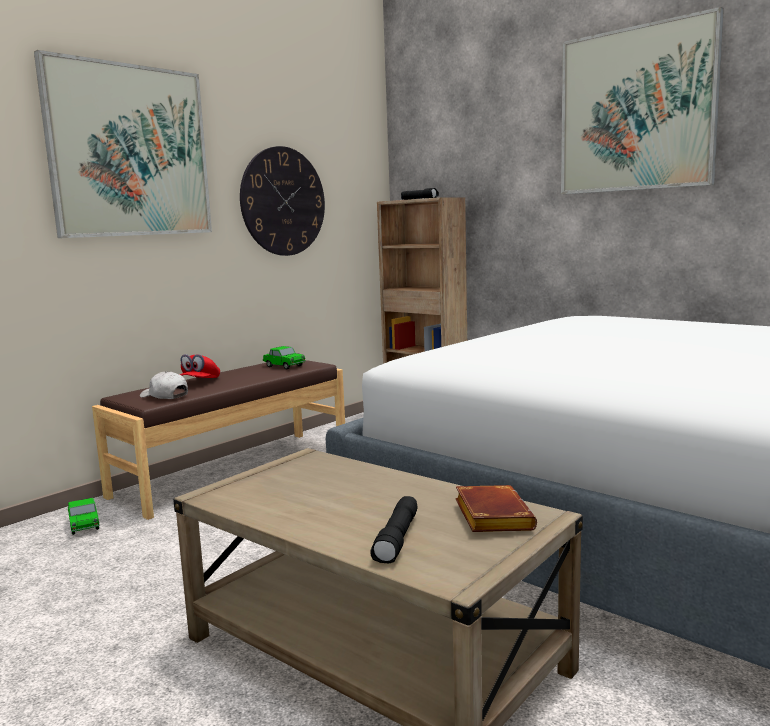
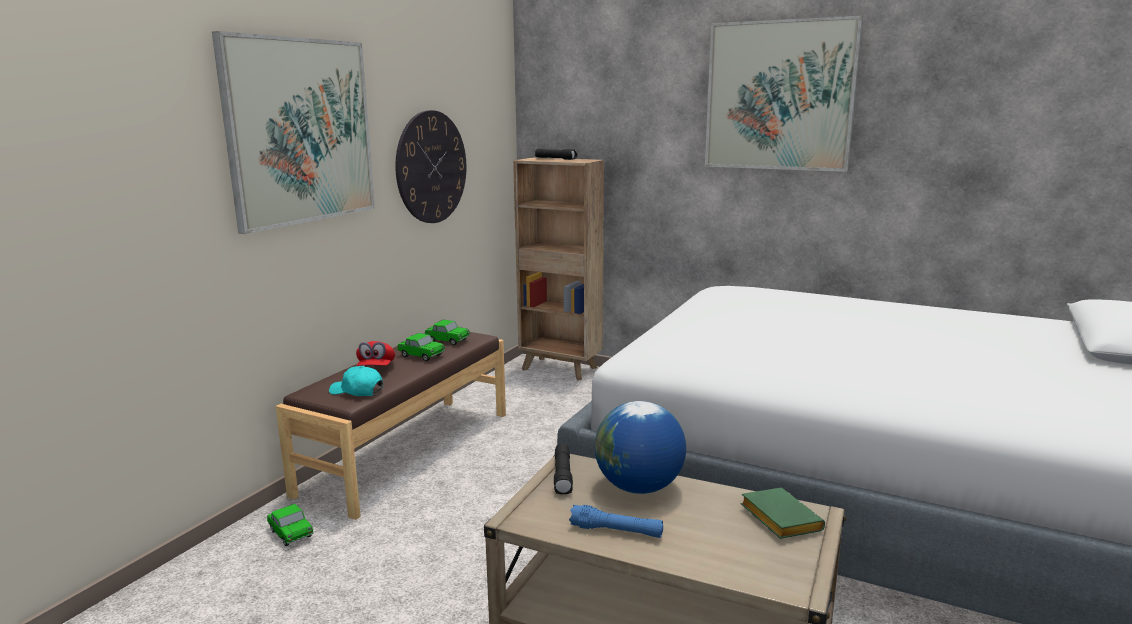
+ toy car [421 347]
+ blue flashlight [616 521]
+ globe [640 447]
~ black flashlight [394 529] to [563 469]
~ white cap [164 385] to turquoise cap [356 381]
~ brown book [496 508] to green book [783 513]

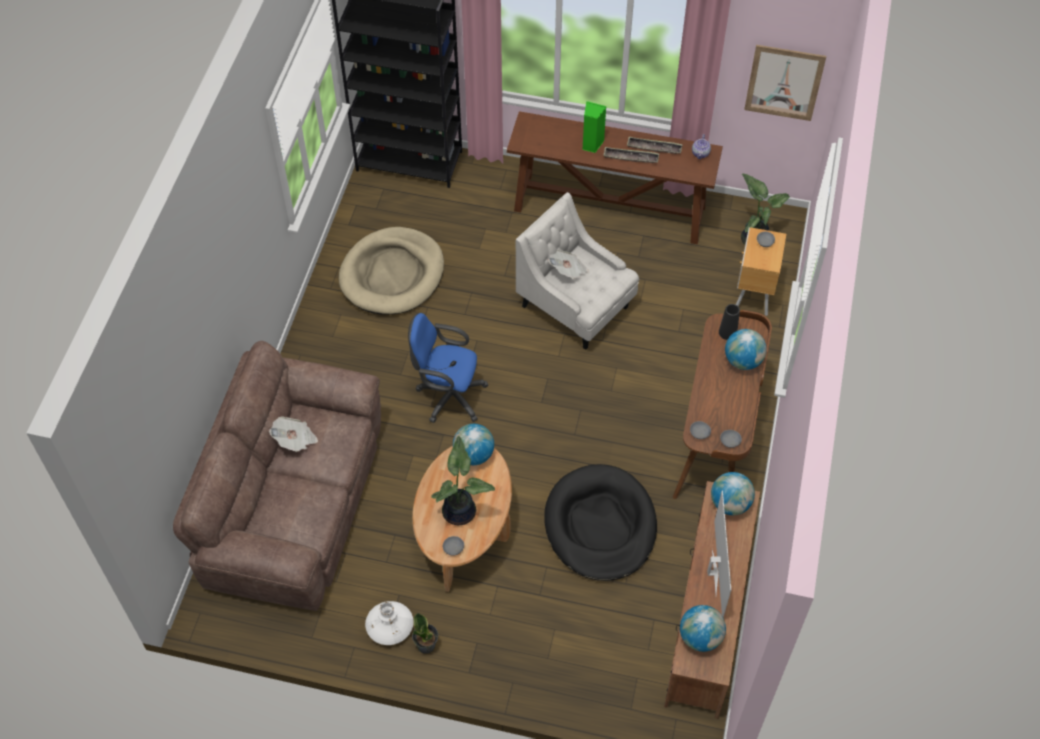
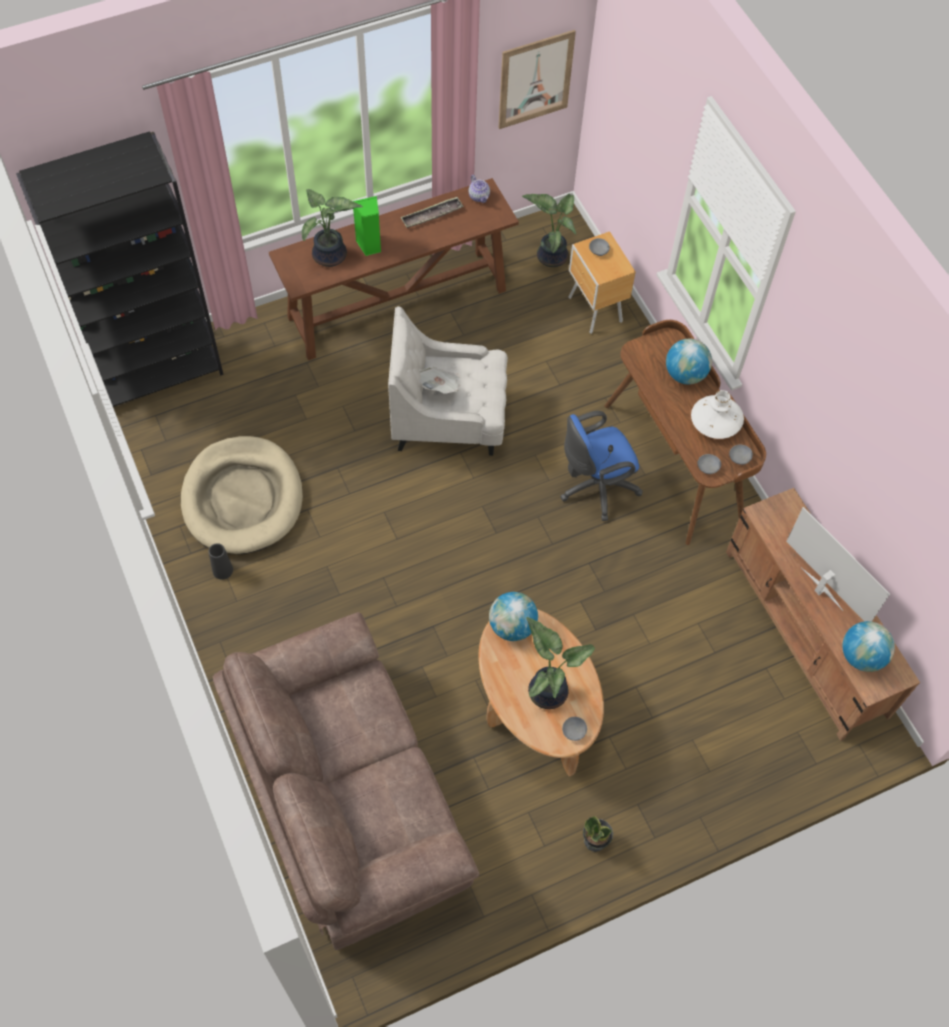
- newspaper [293 434]
- black dog bed [600 522]
- tray [631 155]
- globe [733 493]
+ potted plant [332 228]
~ white vase [389 623] to [717 414]
~ blue office chair [448 368] to [601 466]
~ black vase [729 322] to [221 561]

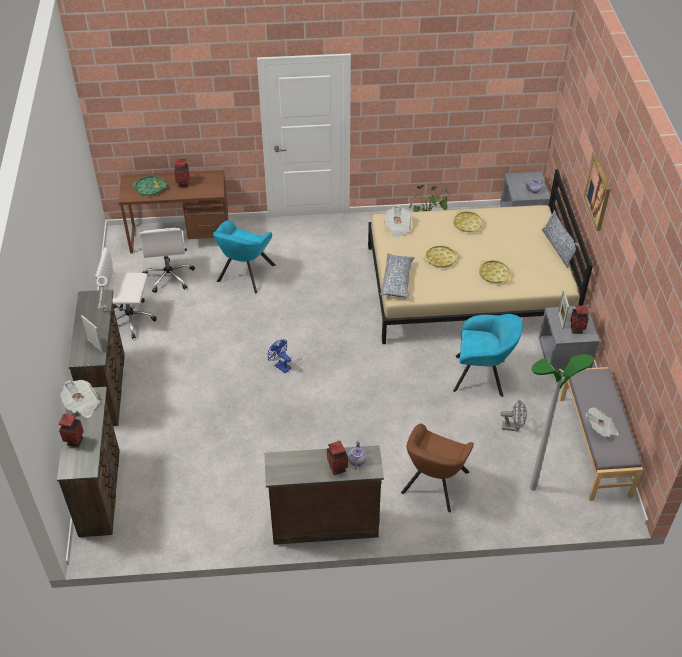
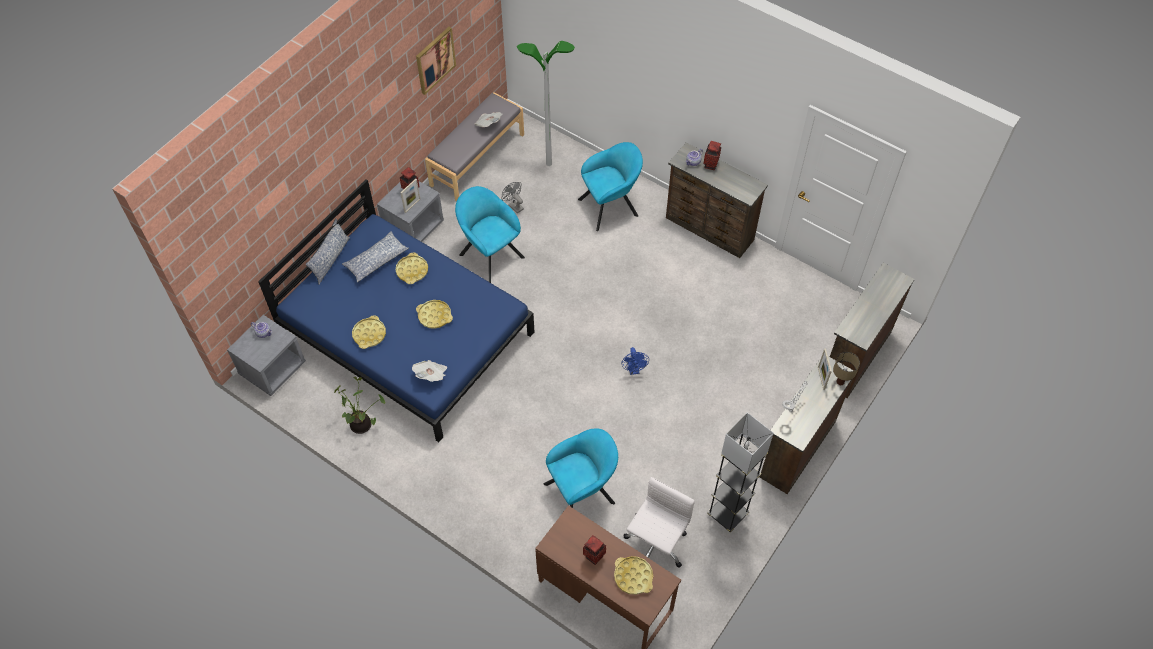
- vase [71 430]
- newspaper [80 399]
+ table lamp [846 368]
~ pillow [397 275] to [375 257]
~ picture [597 193] to [436 61]
~ white office chair [126 293] to black floor lamp [740 472]
~ green tray [149 186] to yellow tray [633 575]
~ beige bed [480 256] to blue bed [396 310]
~ brown armchair [437 468] to turquoise armchair [610 186]

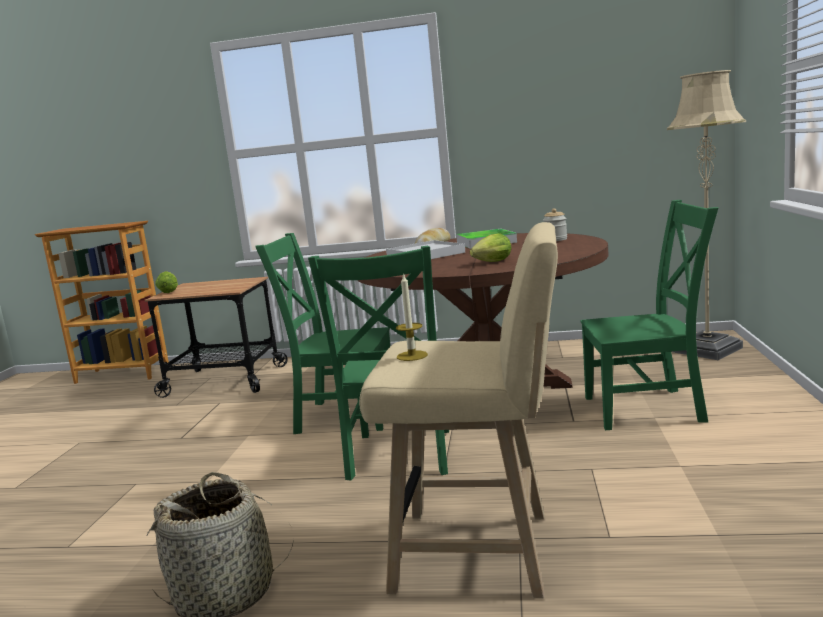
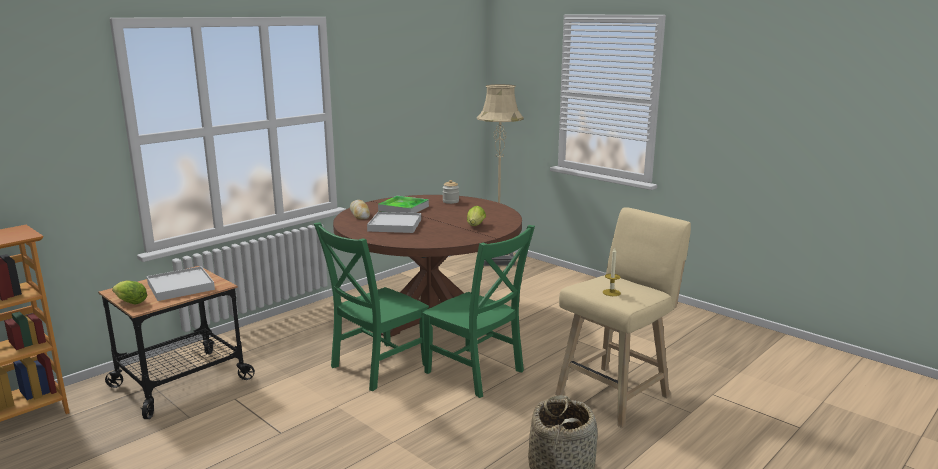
- green chair [649 315]
+ white tray [181 283]

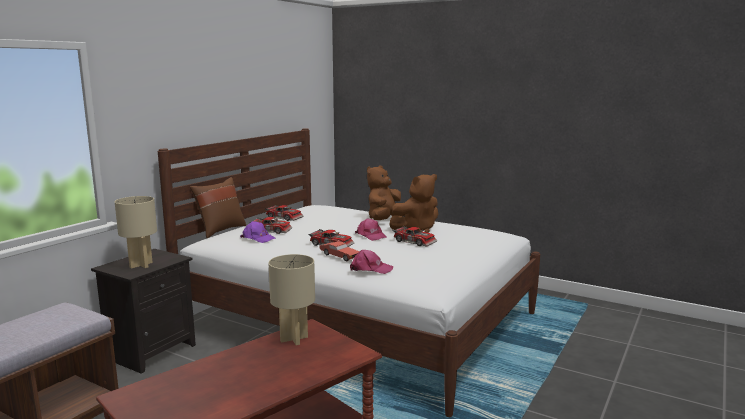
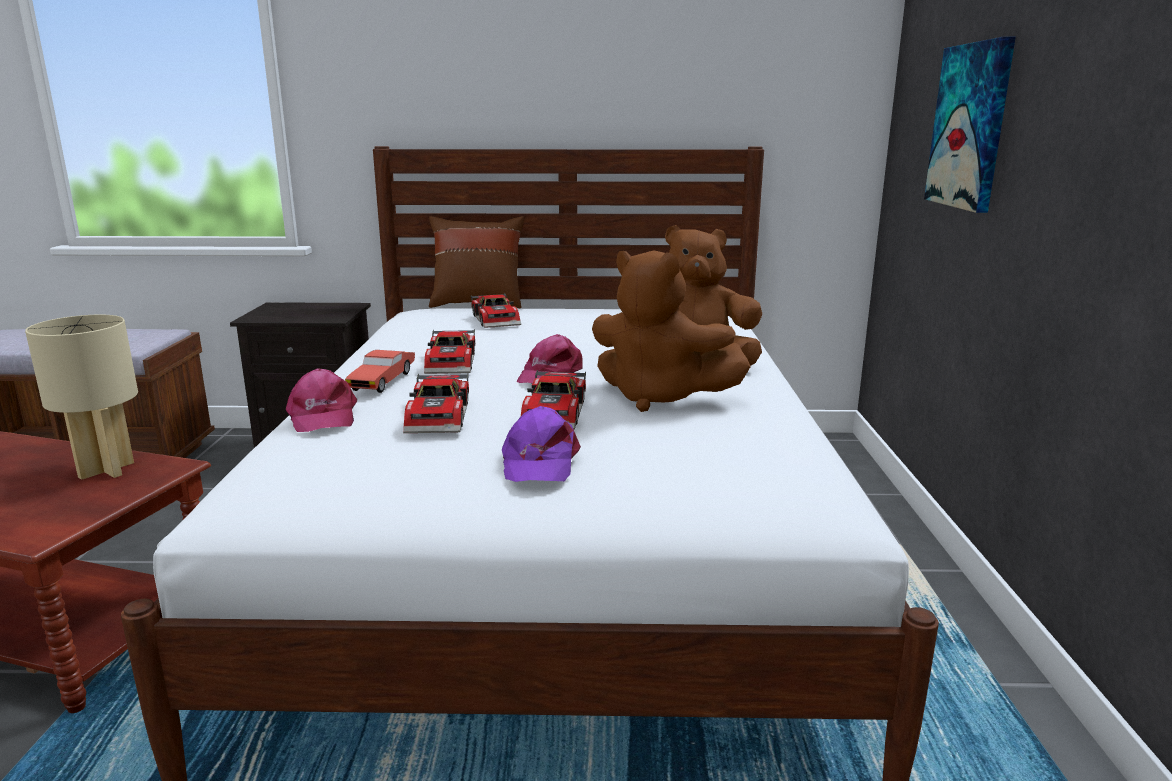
- beige table lamp [136 232]
+ picture [970 125]
~ purple cap [257 232] to [541 444]
~ toy car [284 213] to [436 403]

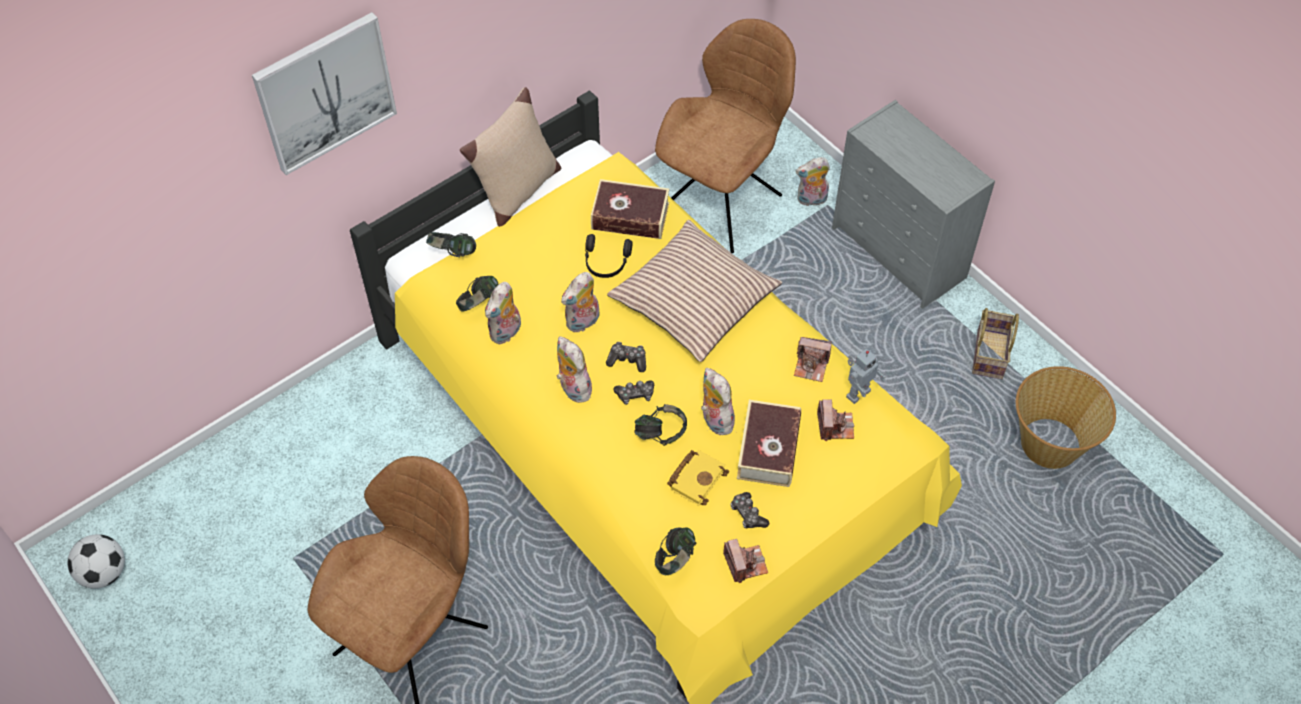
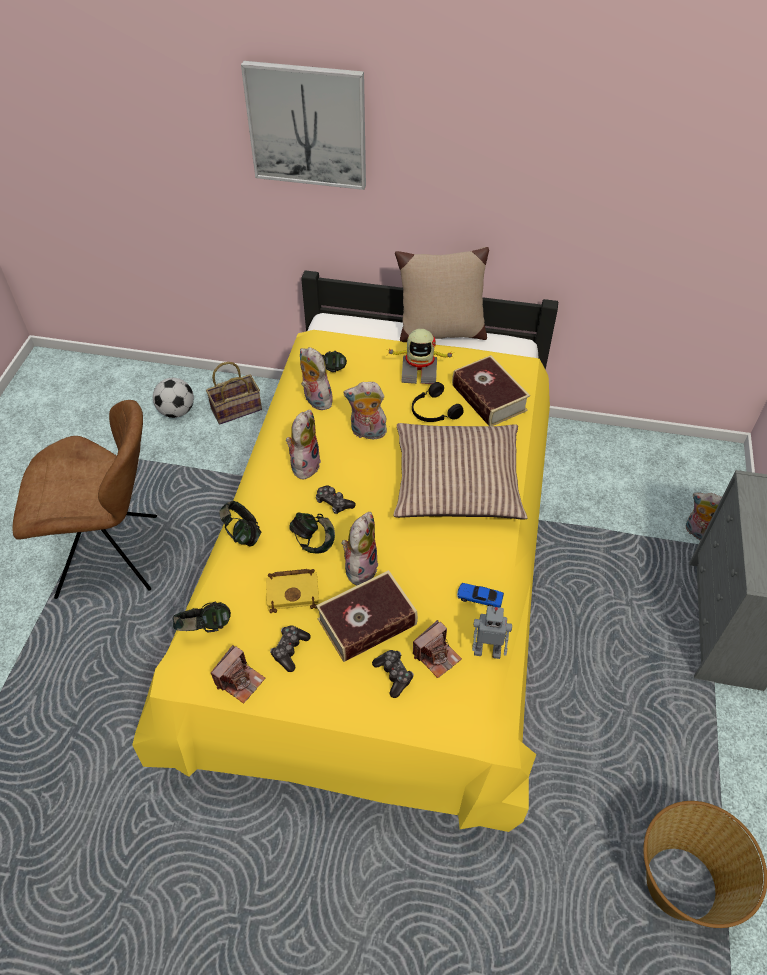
- brown chair [725 136]
+ toy robot [420 356]
~ football [96 561] to [173 398]
~ headphones [451 244] to [240 523]
~ game controller [626 357] to [393 674]
~ basket [995 343] to [234 393]
~ photo camera [813 359] to toy car [480 595]
~ plush toy [503 313] = [316 378] 60 degrees clockwise

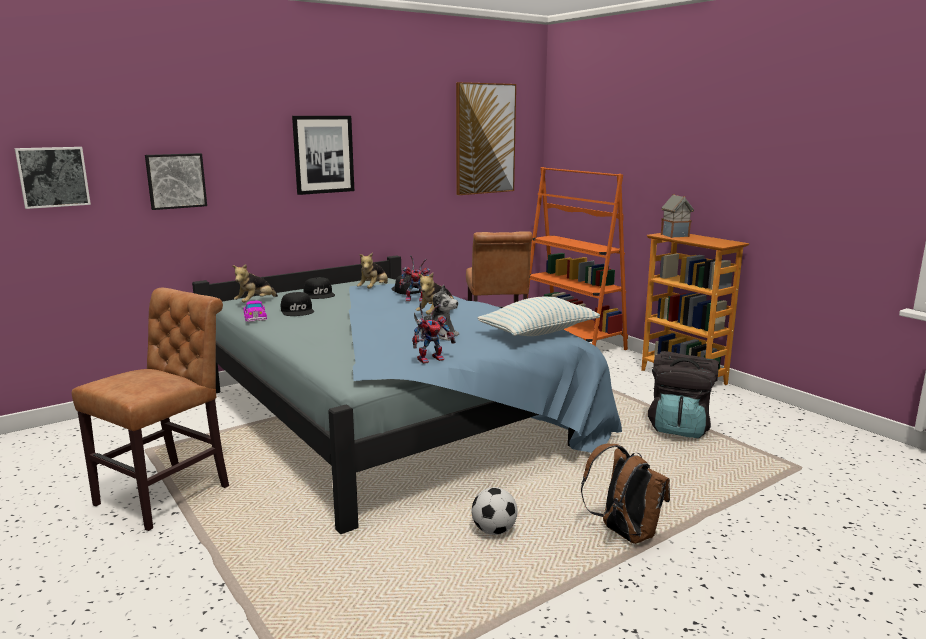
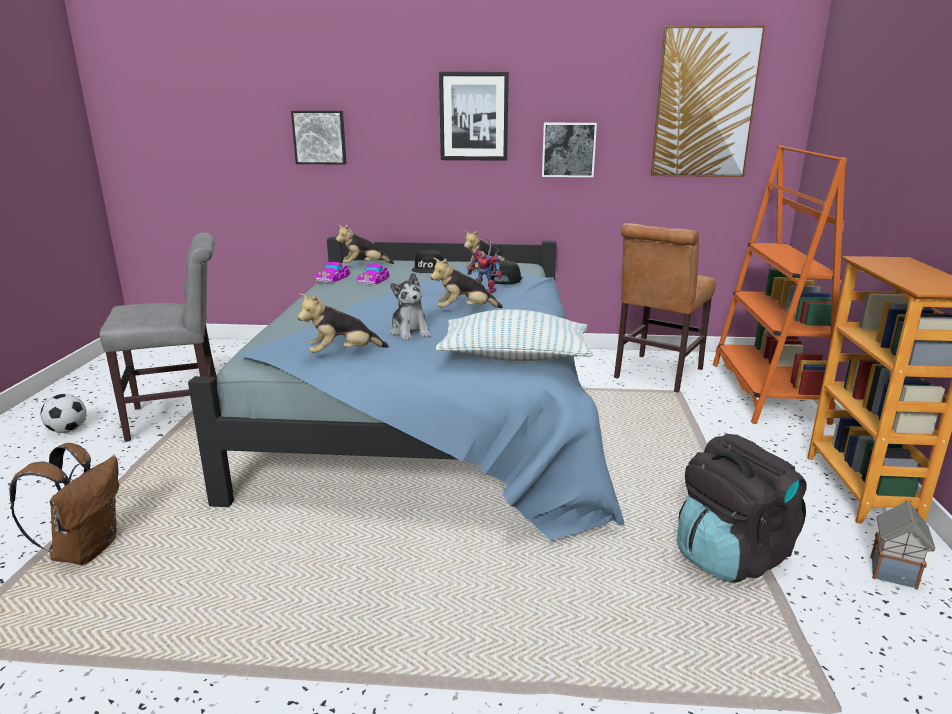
~ picture [53 178] to [569 150]
~ football [495 511] to [63 413]
~ brown backpack [625 493] to [64 504]
~ toy house [677 216] to [903 545]
~ black cap [297 304] to toy car [373 274]
~ toy robot [434 333] to plush toy [343 323]
~ brown chair [150 409] to grey chair [158 337]

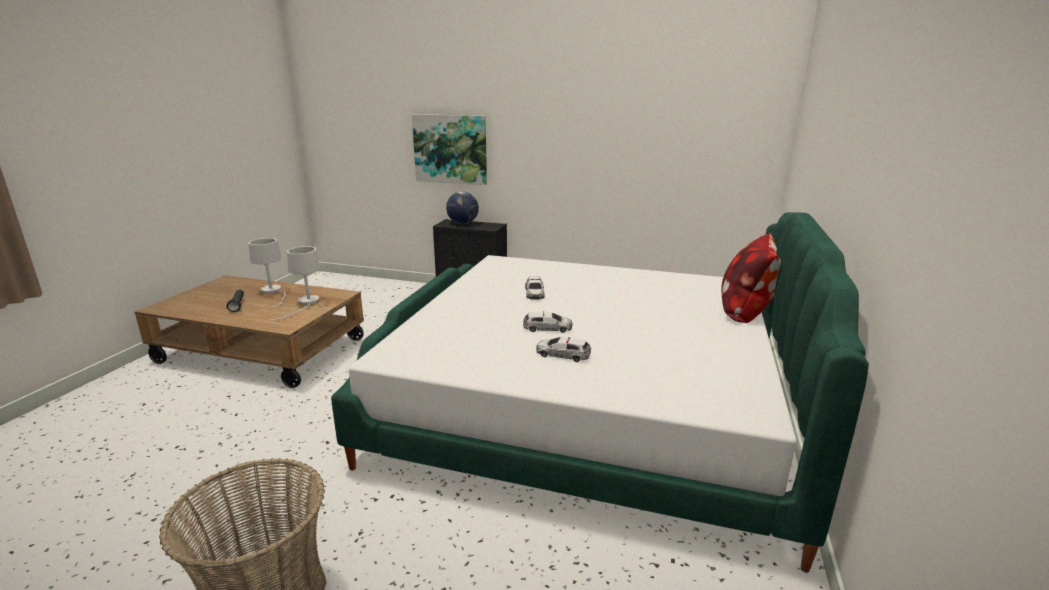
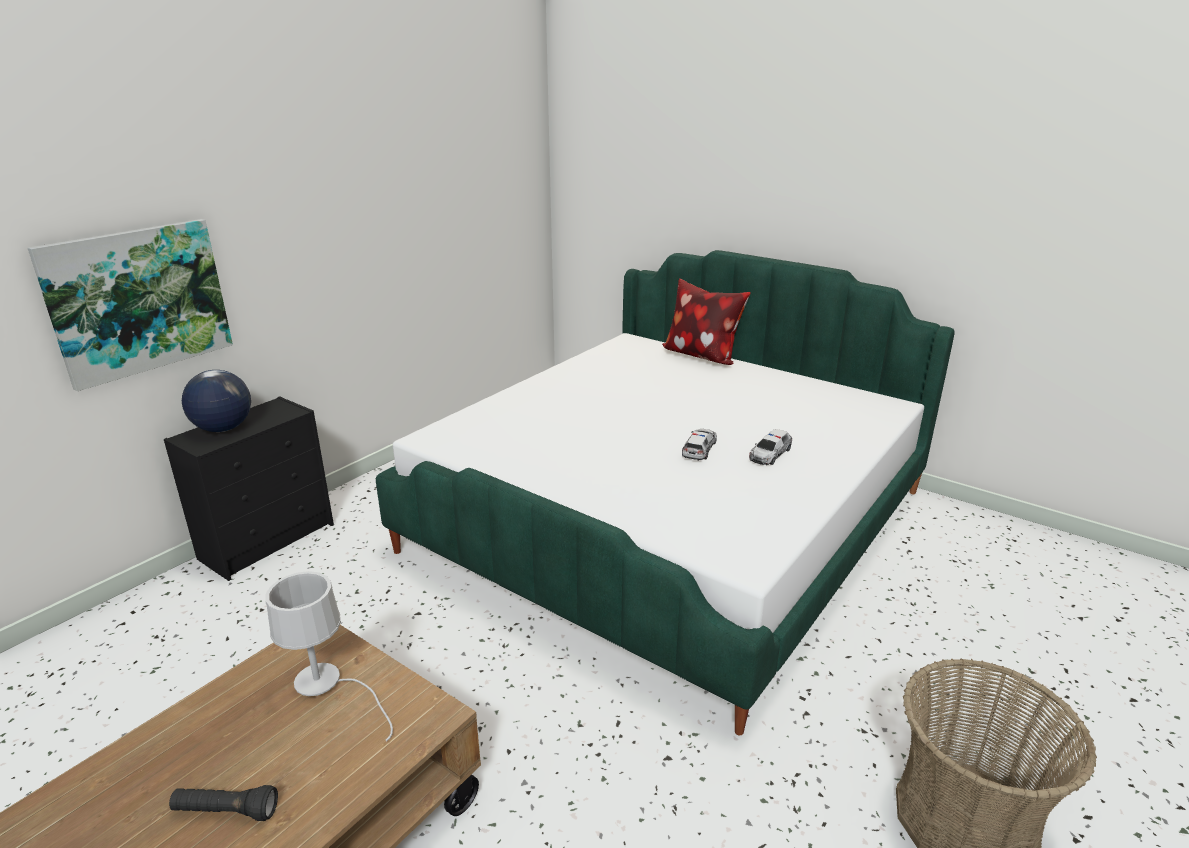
- white table lamp [267 272]
- toy car [534 288]

